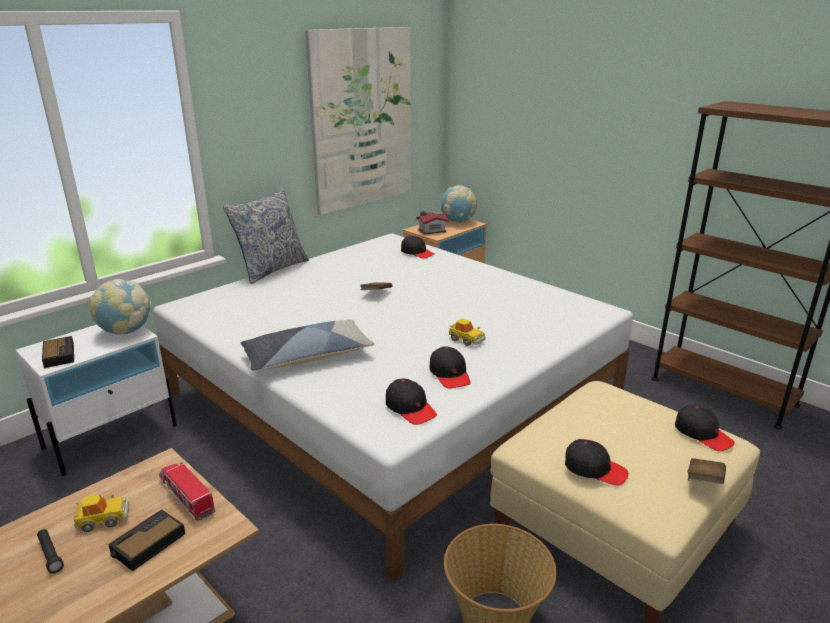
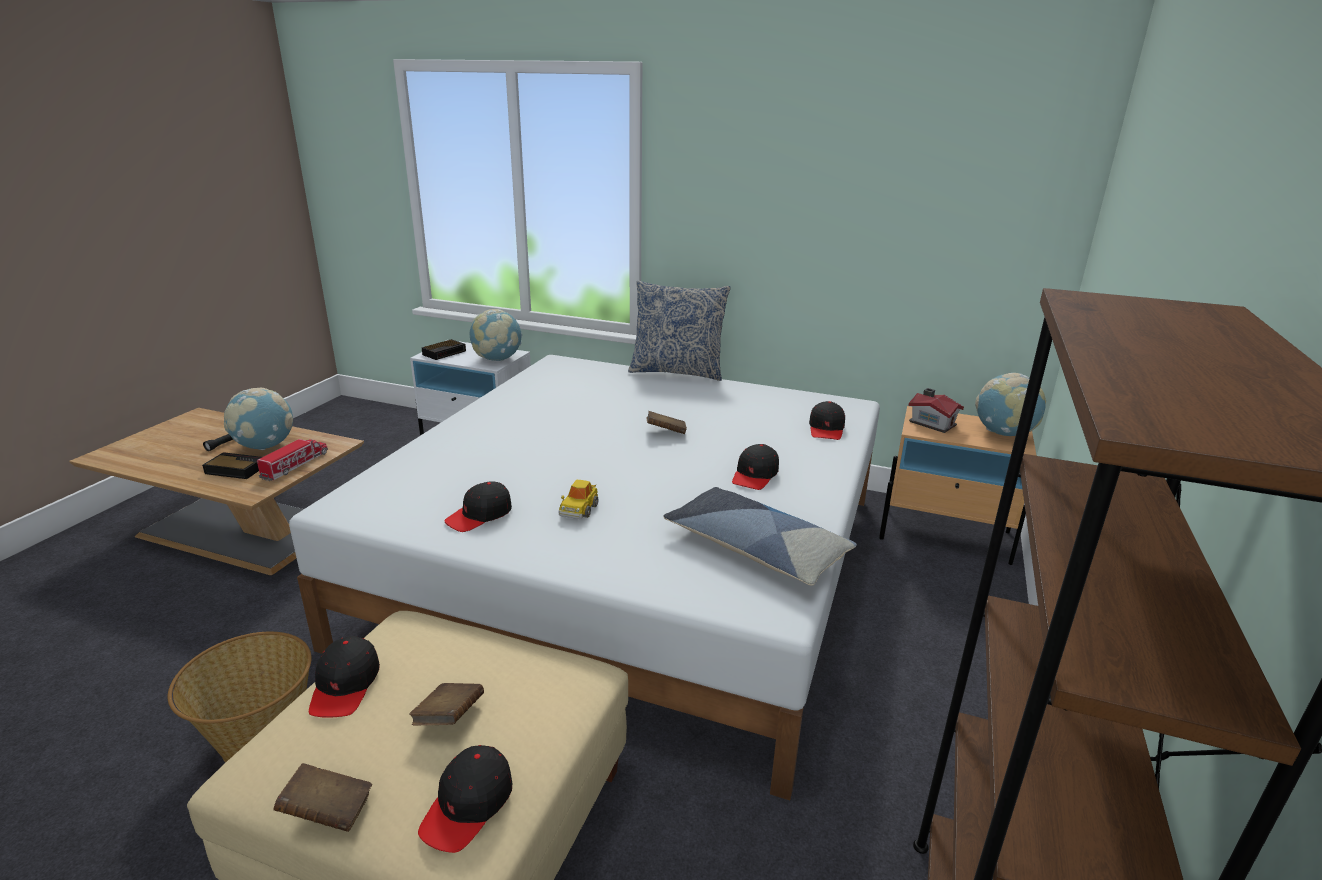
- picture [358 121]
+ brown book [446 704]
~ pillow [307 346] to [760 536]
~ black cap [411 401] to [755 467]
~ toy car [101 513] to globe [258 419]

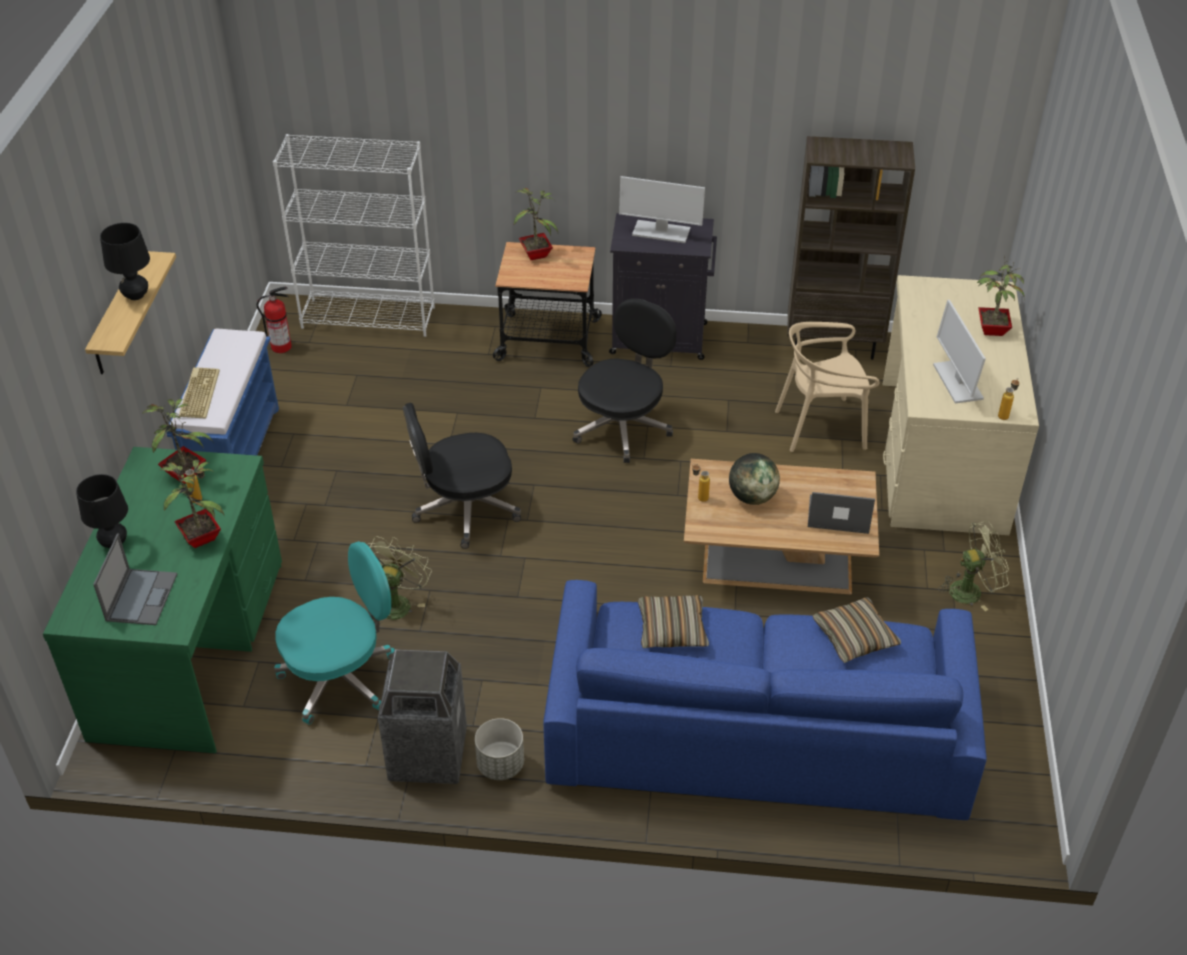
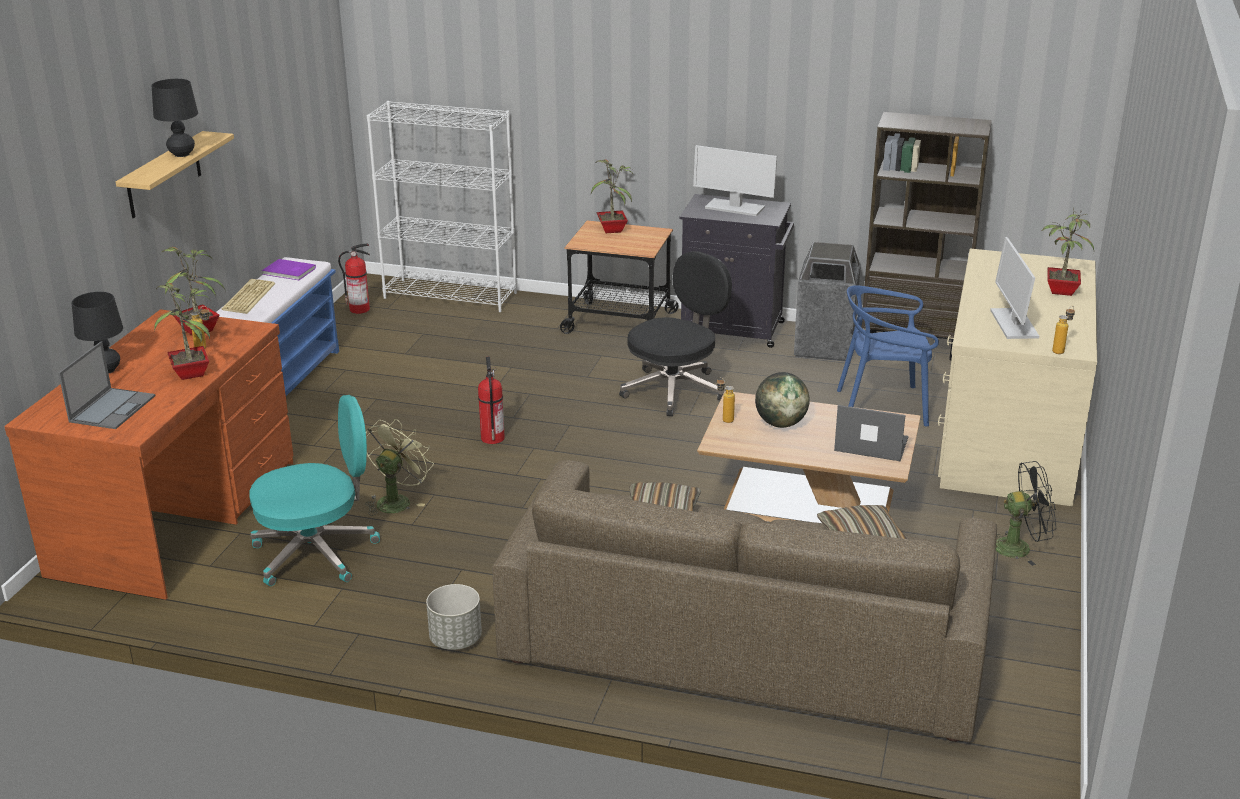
+ purple book [289 269]
~ trash can [422 716] to [827 302]
~ black office chair [462 476] to fire extinguisher [491 400]
~ green desk [162 600] to brown desk [149 454]
~ blue sofa [765 700] to brown sofa [744 601]
~ beige chair [827 387] to blue chair [888 356]
~ green fan [973 566] to black fan [1026 513]

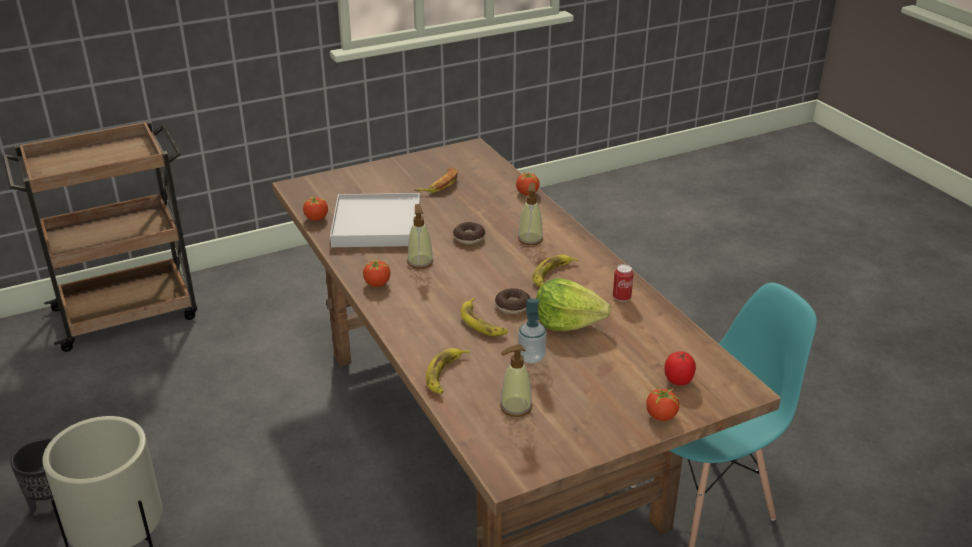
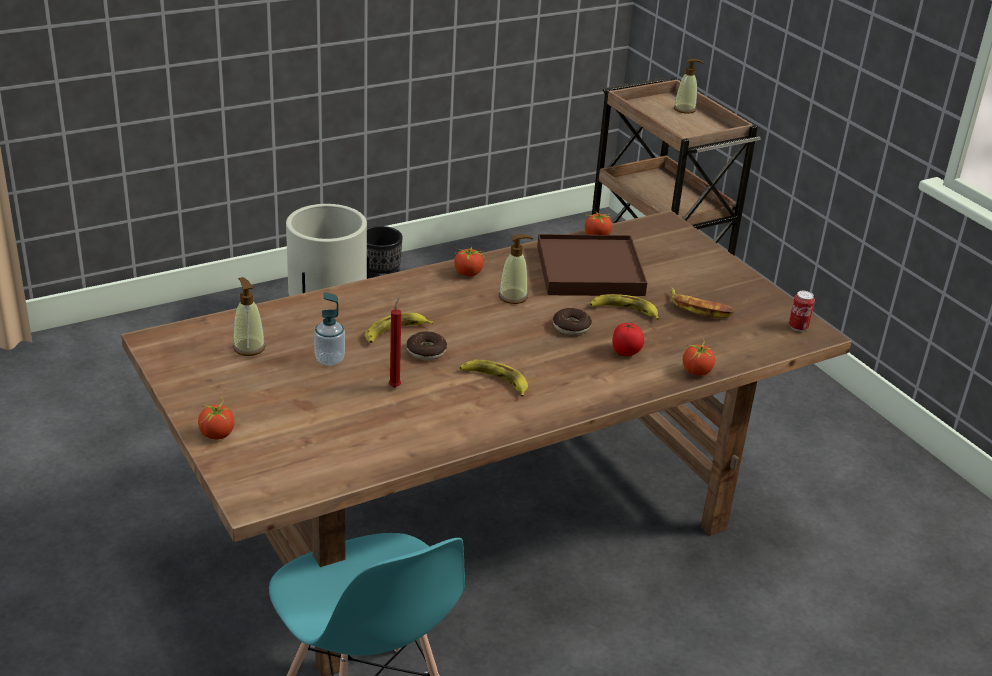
~ banana [447 371] to [624 307]
~ soap dispenser [530 214] to [689 86]
~ can [623 283] to [802 311]
~ tomato [680 368] to [628 339]
~ lettuce [573 304] to red candle [395 342]
~ white tray [375 220] to brown tray [592 265]

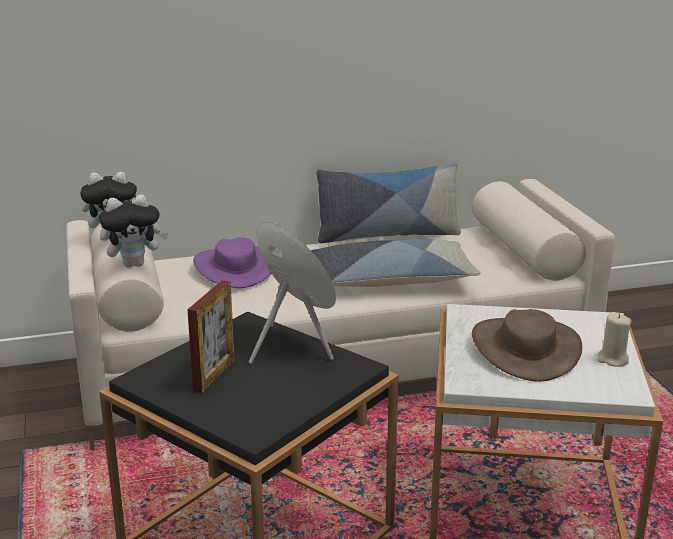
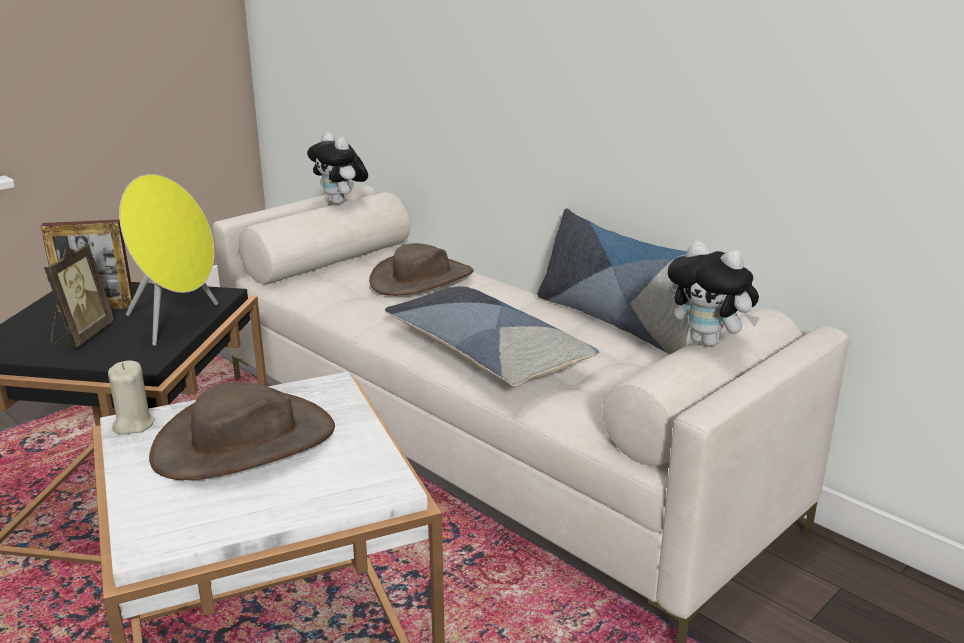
+ picture frame [79 296]
~ plush toy [133 231] to [714 294]
~ beige candle [614 339] to [131 397]
~ purple hat [232 262] to brown hat [421 269]

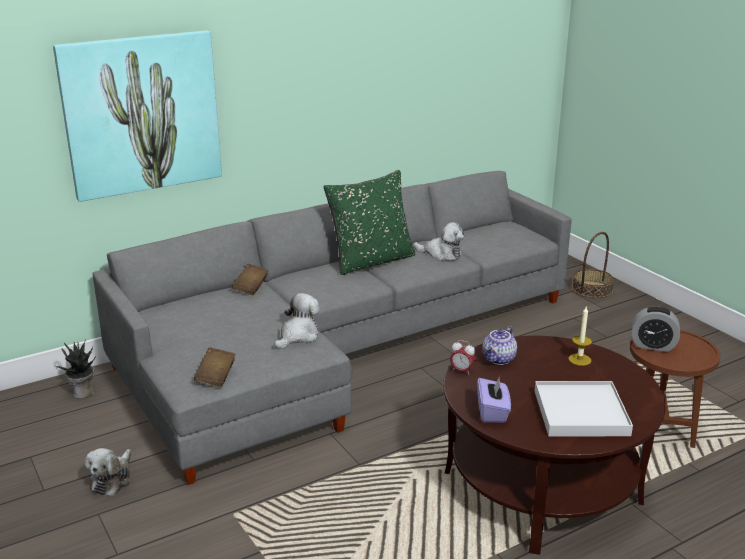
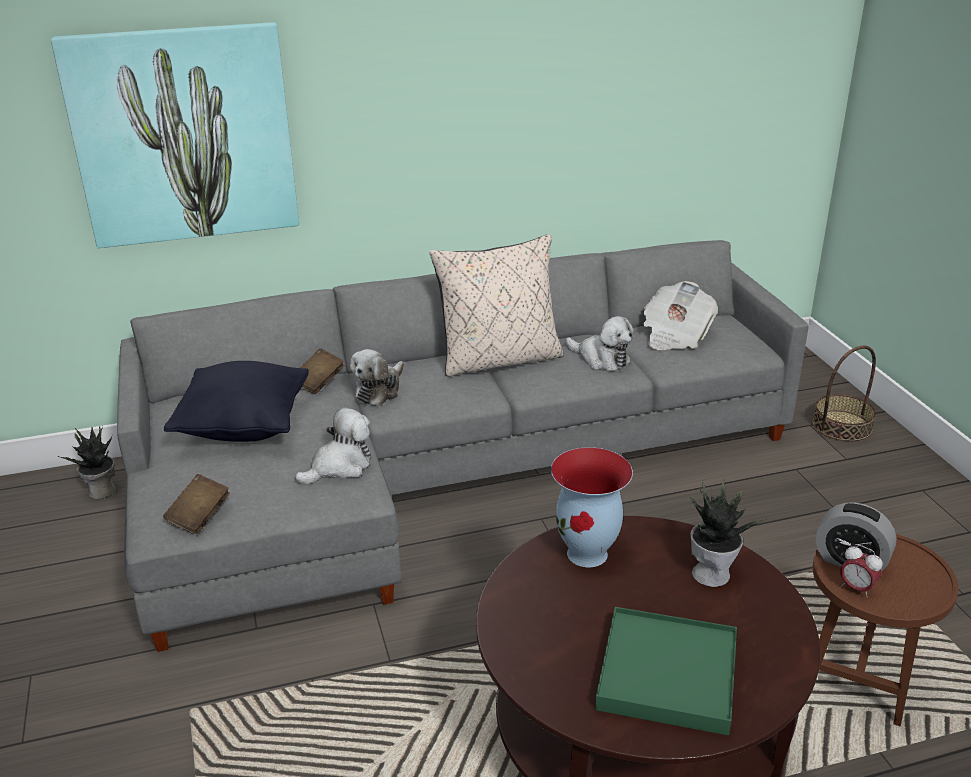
- purple tissue box [494 399]
+ black pillow [236 401]
+ newspaper [680 315]
~ plush toy [108 472] to [377 377]
~ alarm clock [463 357] to [861 571]
~ teapot [499 345] to vase [592 507]
~ candle [580 336] to potted plant [728 533]
~ green pillow [369 222] to beige pillow [496 305]
~ white tray [584 408] to green tray [666 671]

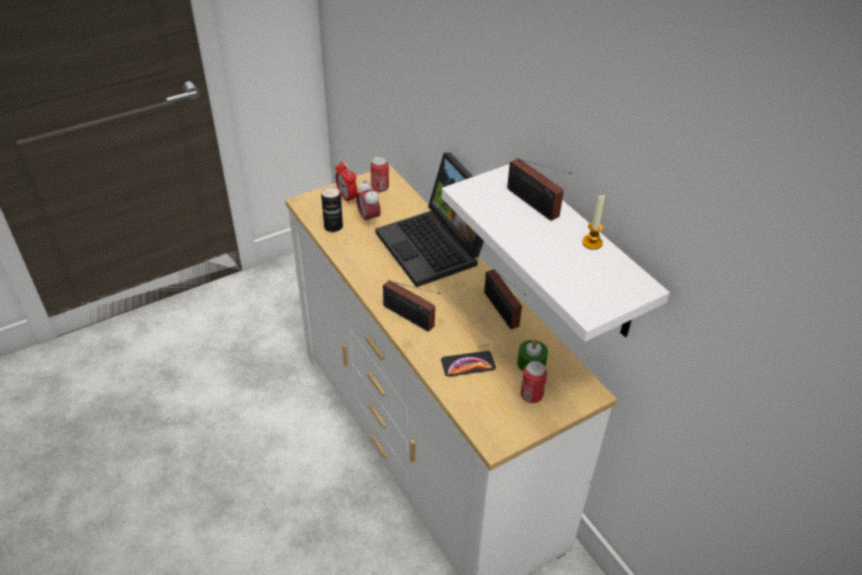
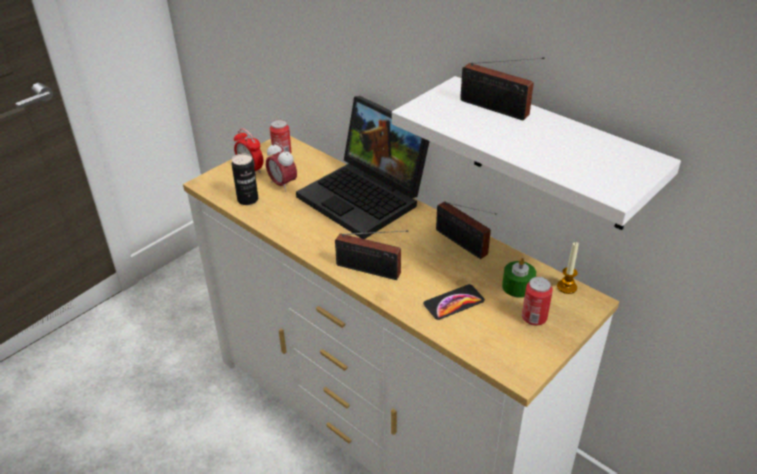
~ candle [593 222] to [568 268]

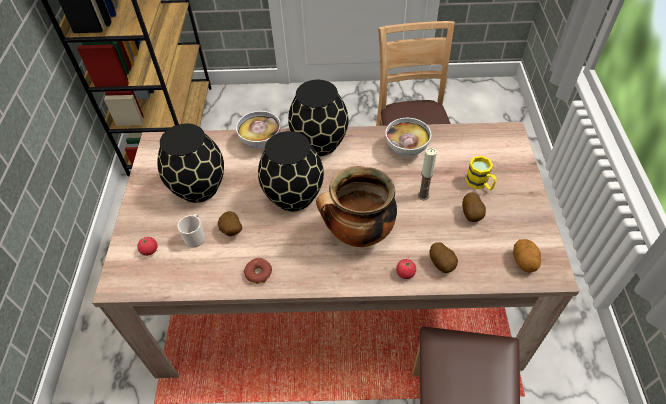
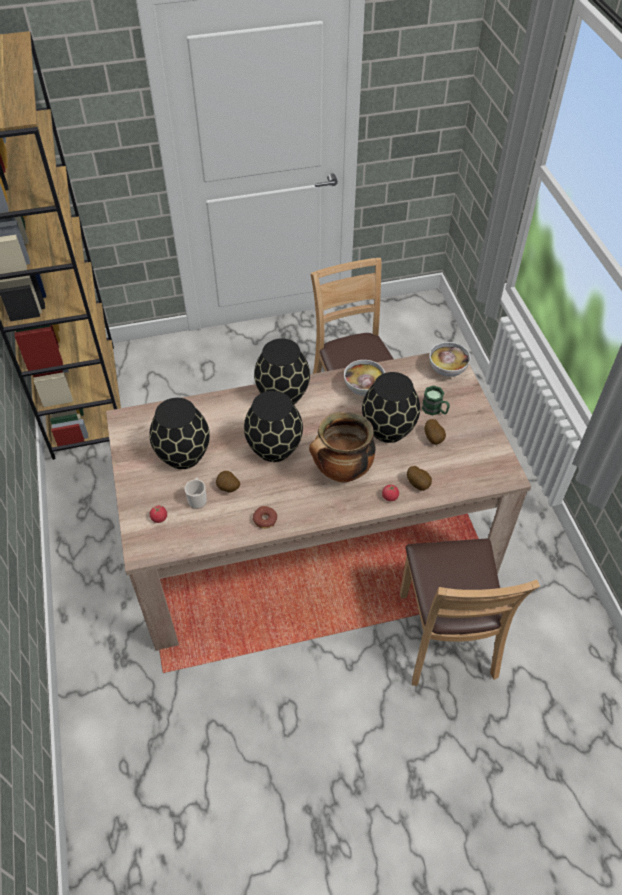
- potato [527 256]
~ bowl [258 129] to [450 359]
~ candle [427 173] to black vase [391 407]
~ yellow mug [481 173] to green mug [436 400]

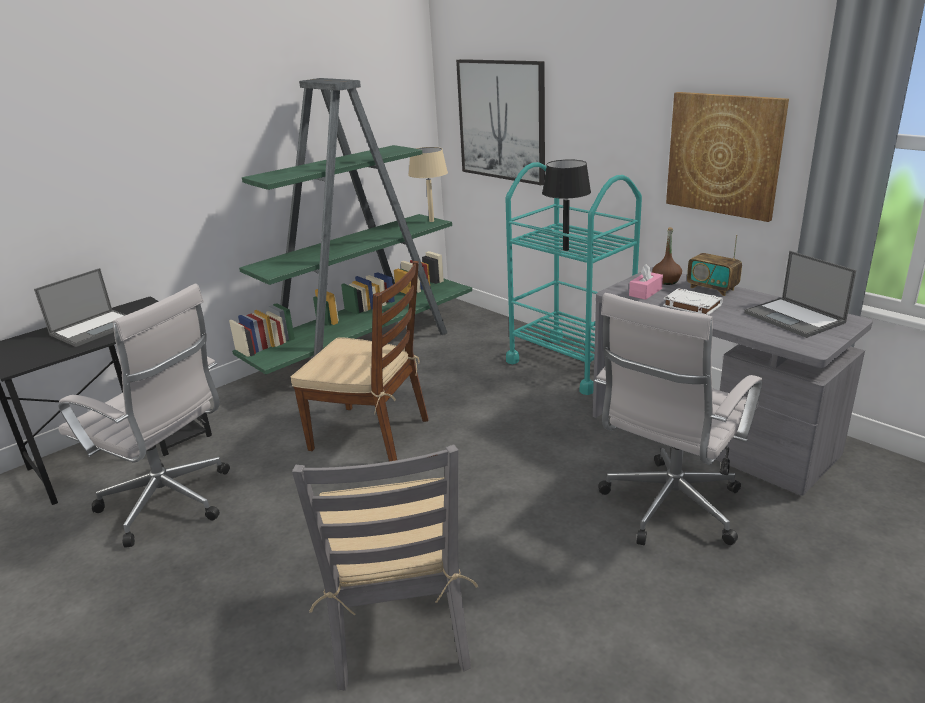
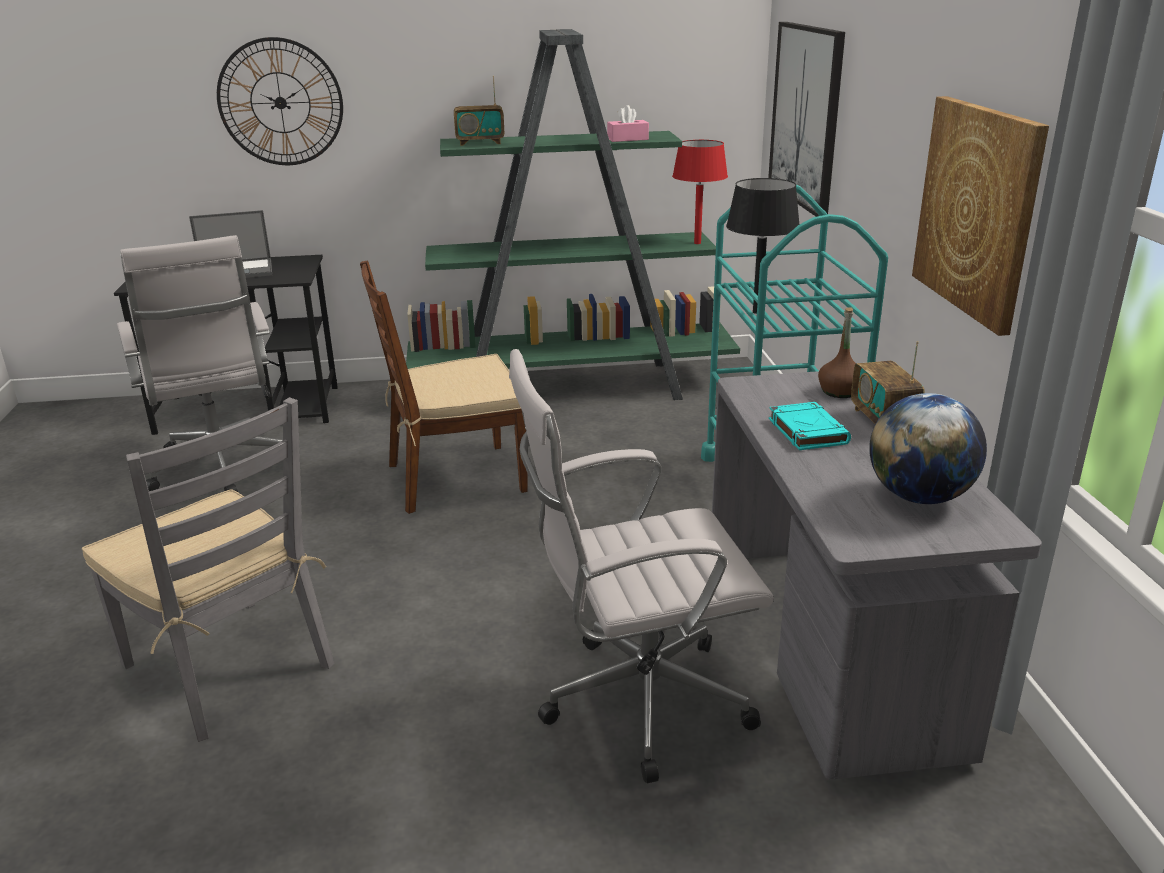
+ wall clock [280 101]
+ radio [479 111]
~ pink tissue box [646 282] to [628 123]
~ laptop [800 294] to globe [928 448]
~ beige table lamp [428 184] to red table lamp [700 192]
~ white book [693 301] to turquoise book [810 426]
~ brown chair [359 361] = [444 387] 105 degrees clockwise
~ grey chair [385 567] = [208 569] 75 degrees counterclockwise

